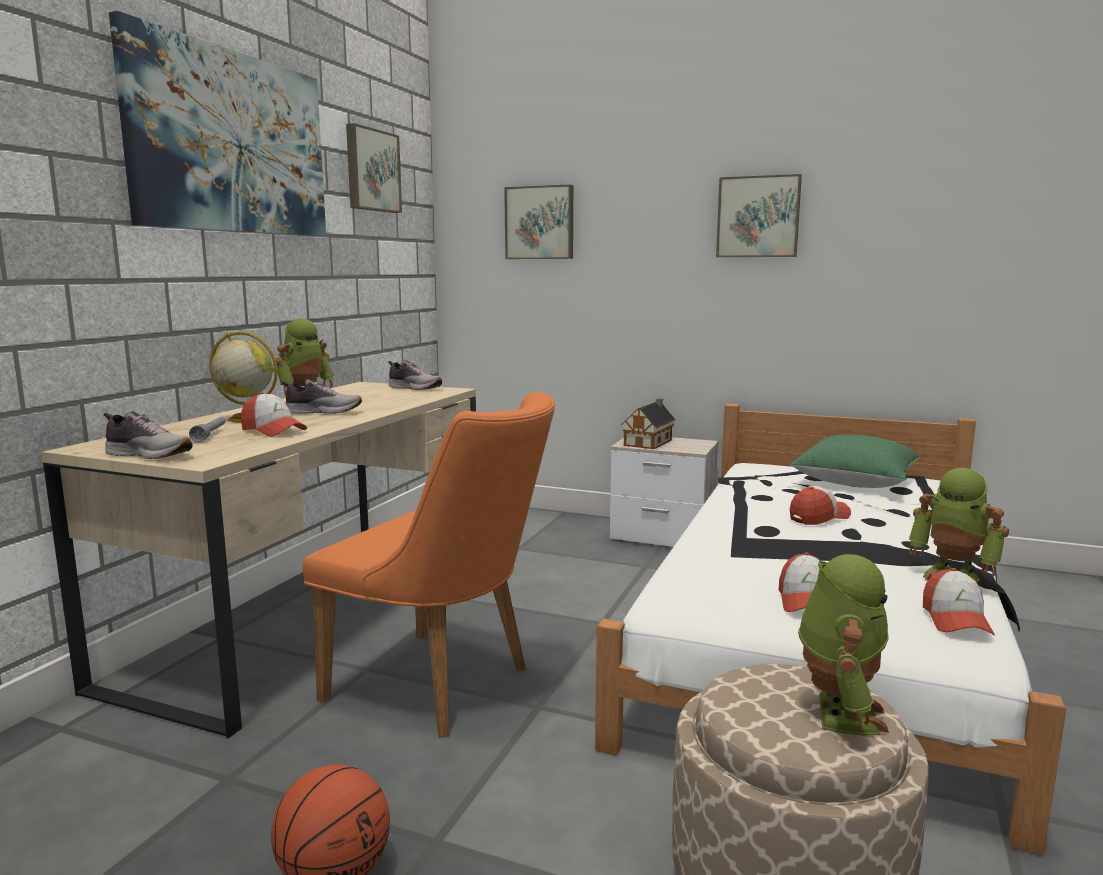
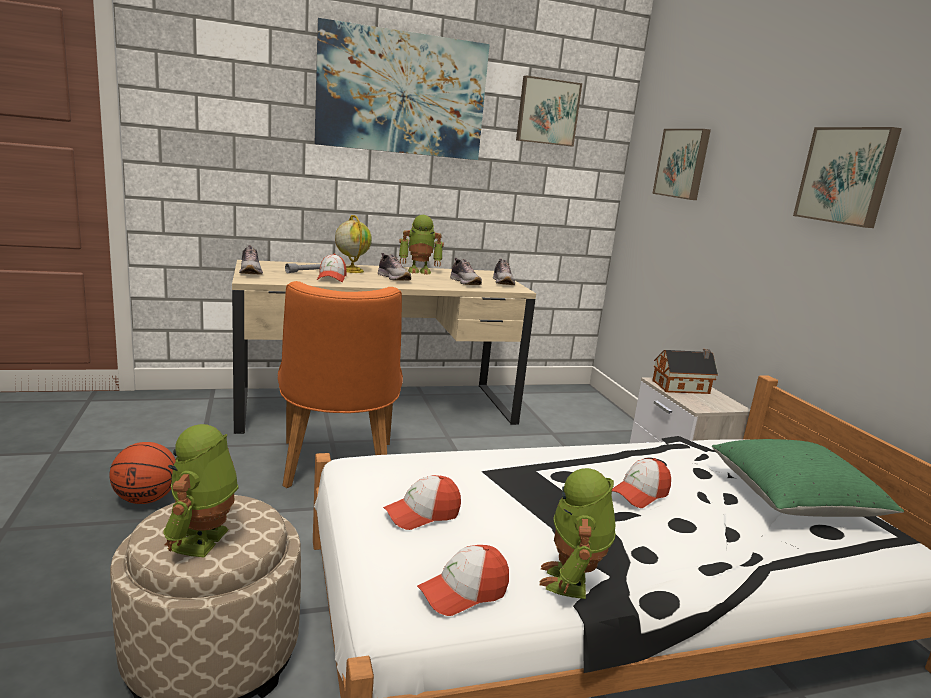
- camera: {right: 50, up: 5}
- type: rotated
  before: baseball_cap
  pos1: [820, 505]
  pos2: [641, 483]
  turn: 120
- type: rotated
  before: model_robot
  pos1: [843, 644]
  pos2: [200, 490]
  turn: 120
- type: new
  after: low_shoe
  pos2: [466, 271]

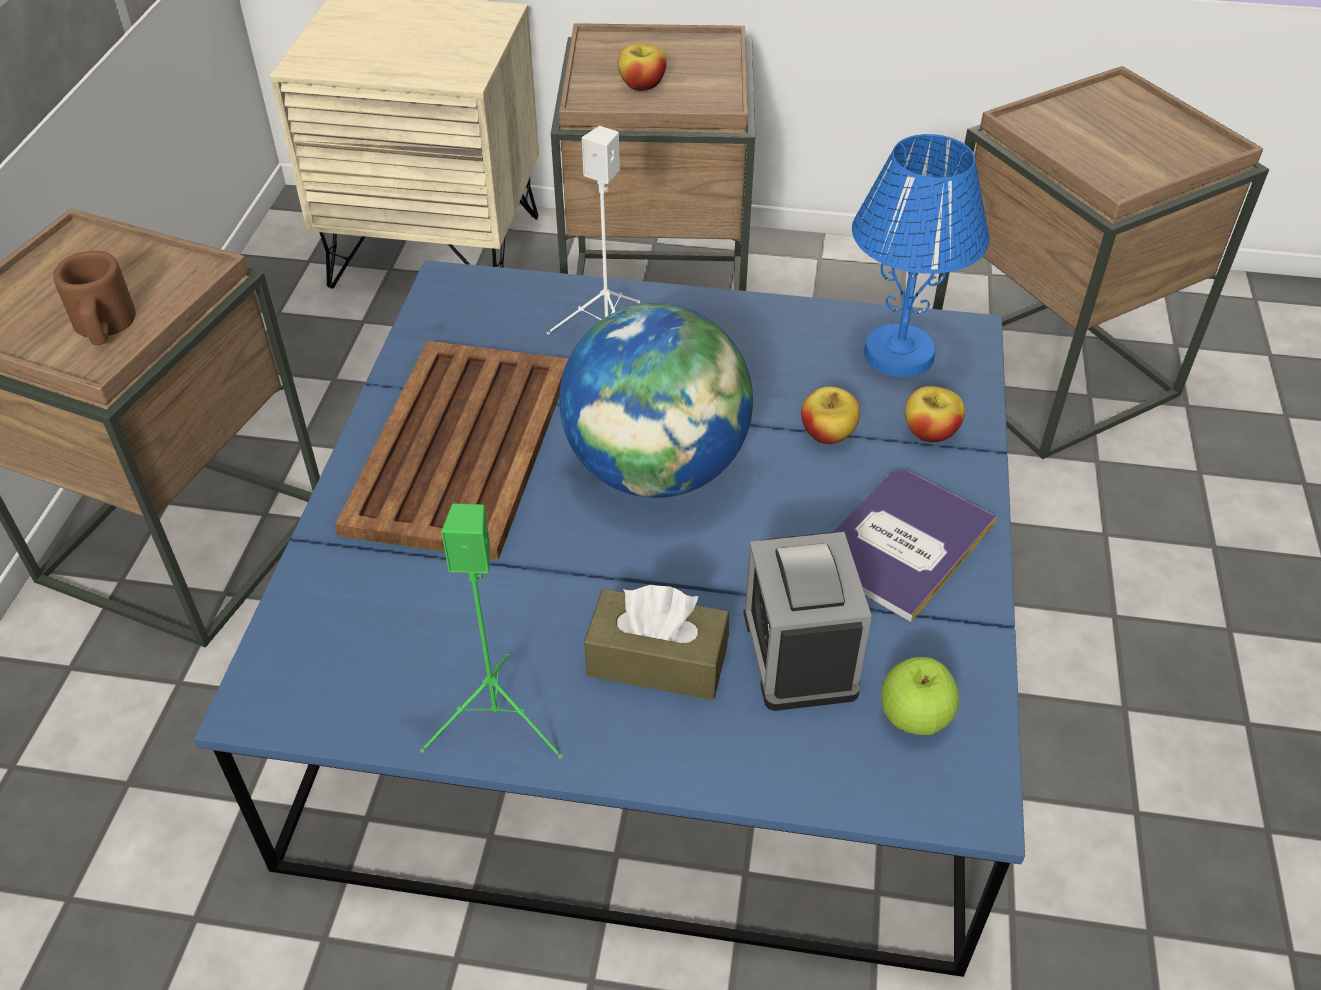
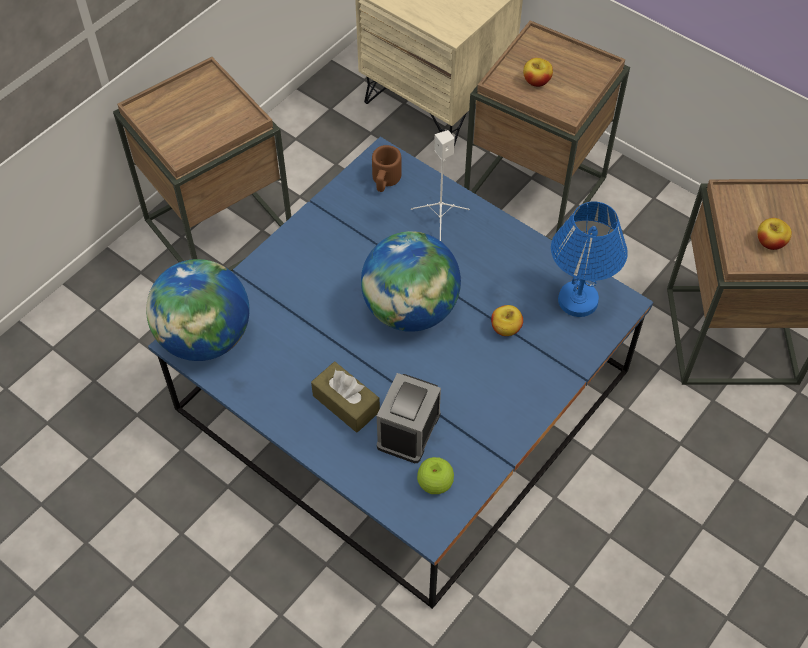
- camera: {right: 30, up: 10}
- type: shifted
  before: brownish_mug
  pos1: [94, 298]
  pos2: [386, 168]
- type: gone
  before: brownish_carrying_tray
  pos1: [452, 450]
- type: shifted
  before: whole_apple
  pos1: [935, 414]
  pos2: [774, 234]
- type: gone
  before: volume
  pos1: [915, 545]
- type: gone
  before: greenish_speaker
  pos1: [491, 631]
- type: new
  after: globe
  pos2: [198, 310]

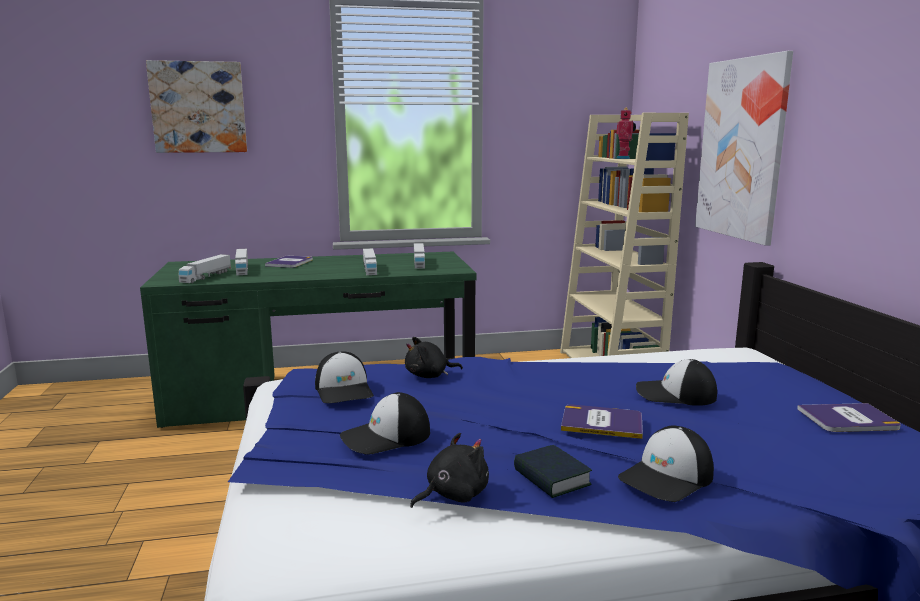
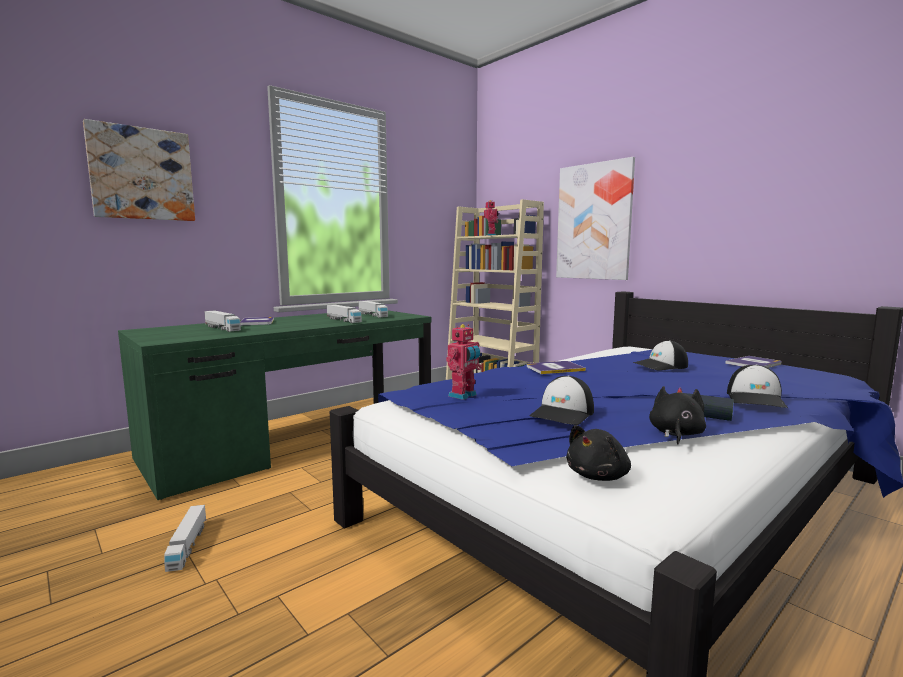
- camera: {right: -30, up: -5}
- type: shifted
  before: toy_lorry
  pos1: [205, 268]
  pos2: [185, 538]
- type: shifted
  before: black_cuddly_toy
  pos1: [434, 357]
  pos2: [598, 453]
- type: swapped
  before: baseball_cap
  after: model_robot
  pos1: [344, 377]
  pos2: [464, 362]
- type: shifted
  before: volume
  pos1: [602, 421]
  pos2: [556, 367]

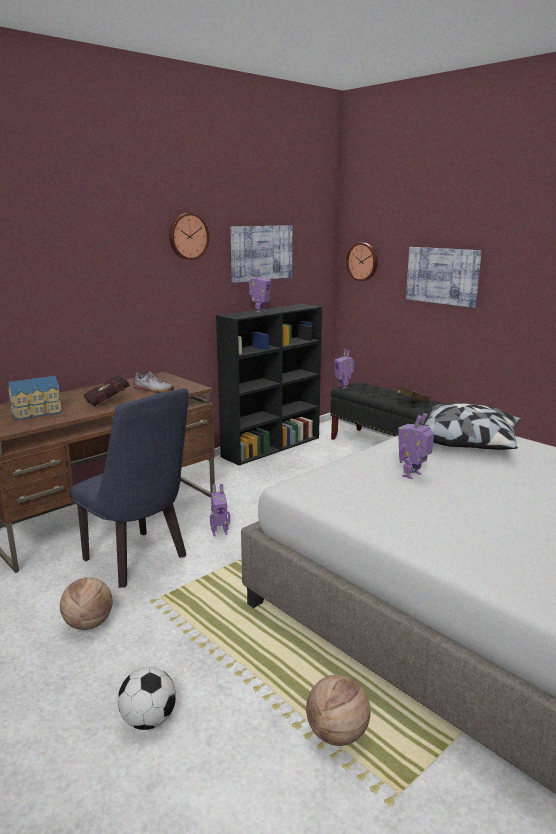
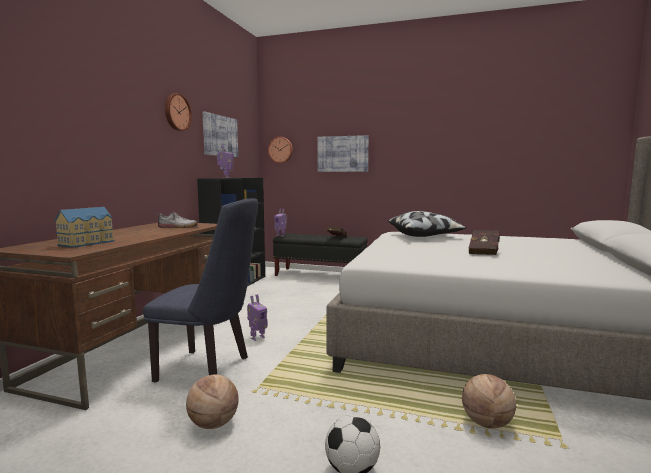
- camera: {right: -30, up: -10}
- type: shifted
  before: red-coloured_volume
  pos1: [107, 391]
  pos2: [484, 242]
- type: gone
  before: model_robot
  pos1: [416, 446]

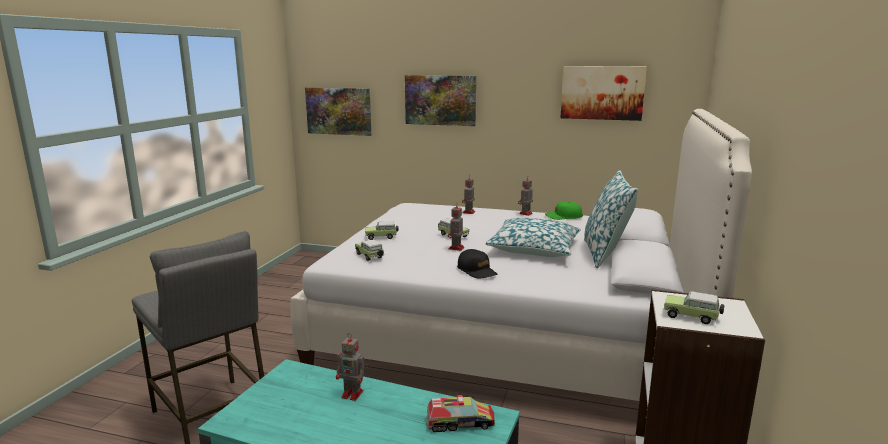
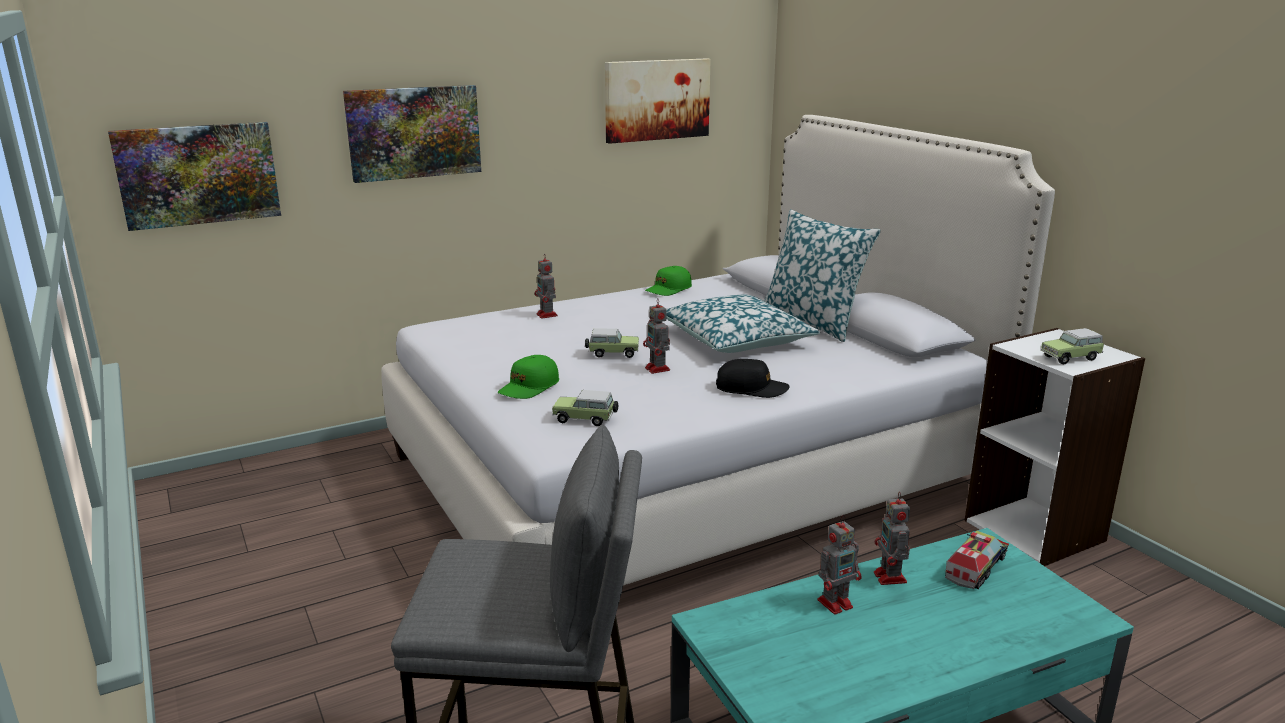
- camera: {right: -45, up: 5}
- type: shifted
  before: model_robot
  pos1: [525, 197]
  pos2: [892, 538]
- type: swapped
  before: toy_car
  after: greenish_baseball_cap
  pos1: [382, 230]
  pos2: [528, 377]

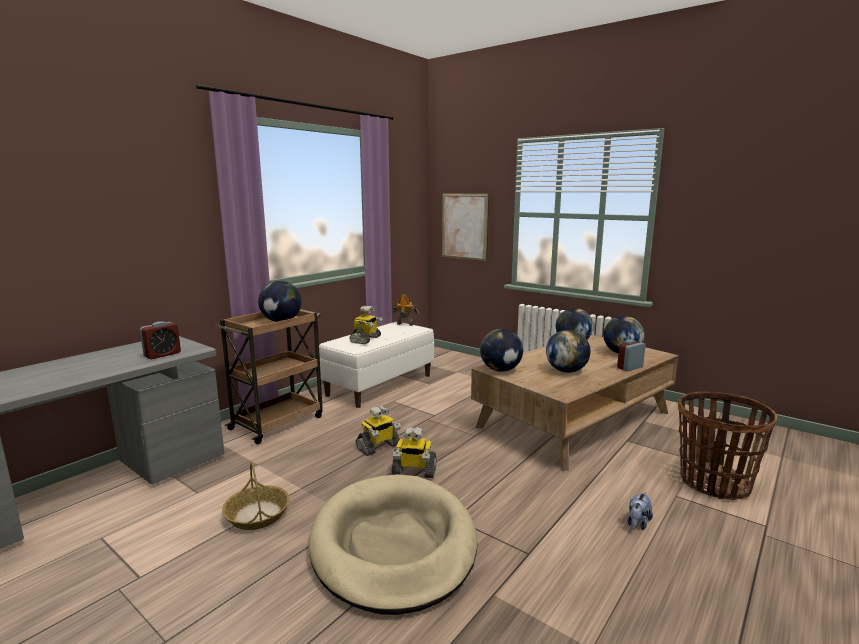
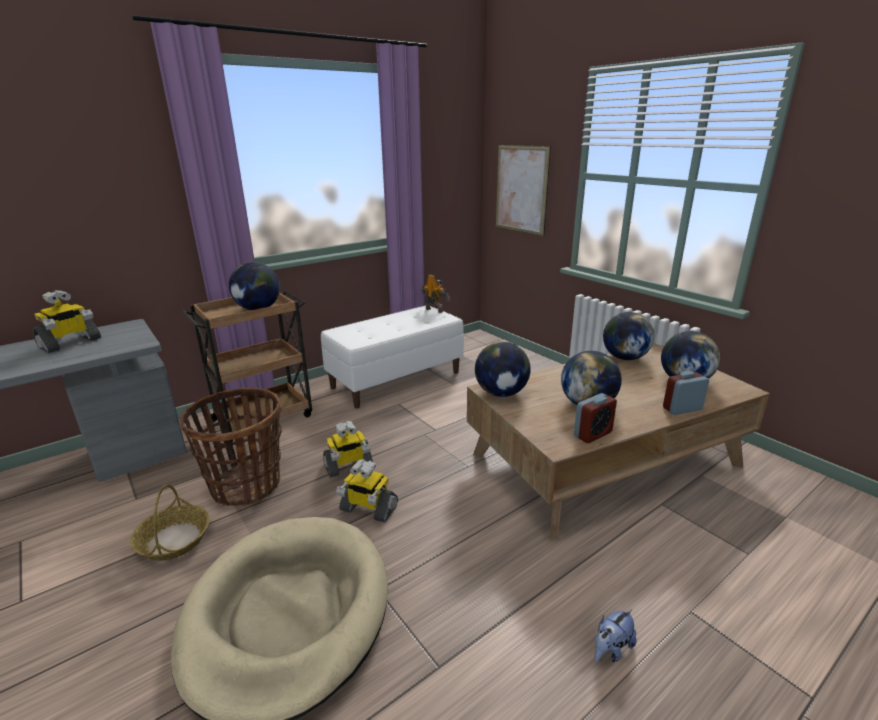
- camera: {right: 15, up: 10}
- type: shifted
  before: model_robot
  pos1: [366, 325]
  pos2: [67, 321]
- type: shifted
  before: bedside_clock
  pos1: [160, 340]
  pos2: [595, 418]
- type: shifted
  before: storage_basket
  pos1: [727, 446]
  pos2: [231, 447]

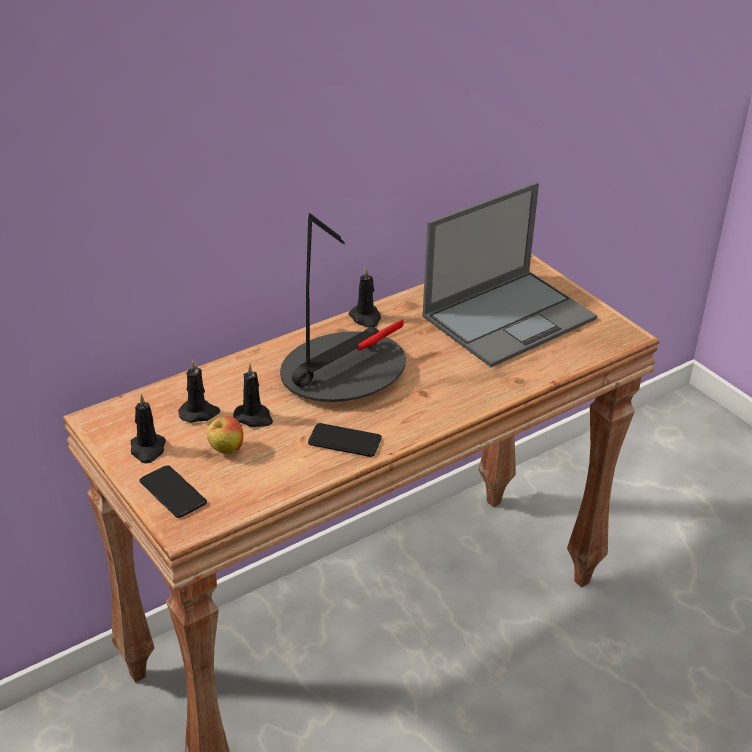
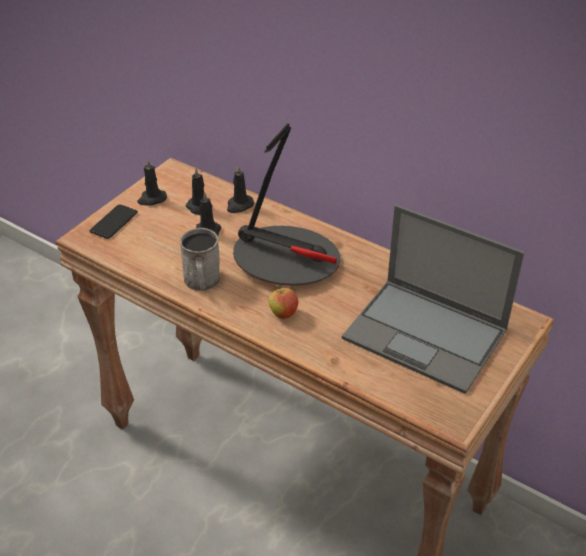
- camera: {right: 70, up: 5}
- type: shifted
  before: black_wax_candle
  pos1: [365, 297]
  pos2: [240, 189]
- type: shifted
  before: whole_apple
  pos1: [225, 435]
  pos2: [283, 302]
- type: swapped
  before: phone
  after: gray_mug
  pos1: [345, 440]
  pos2: [200, 259]

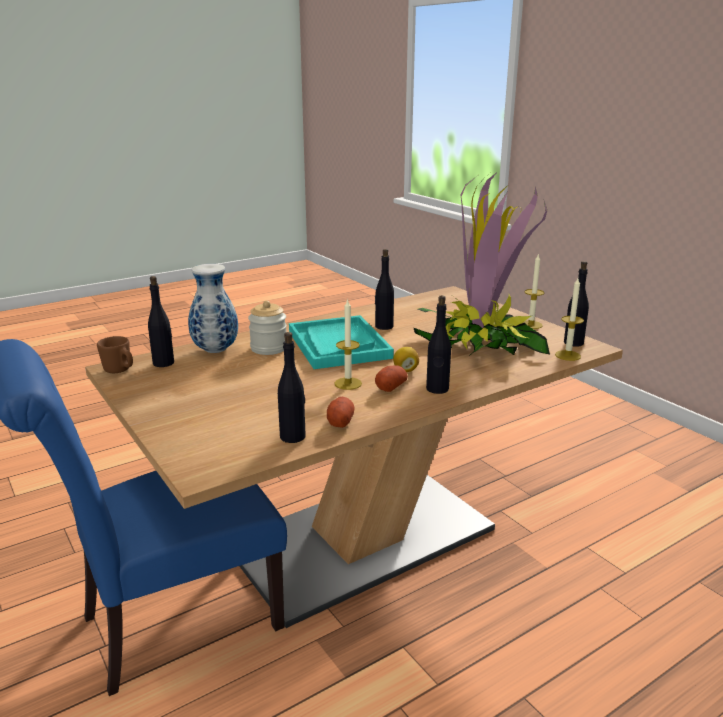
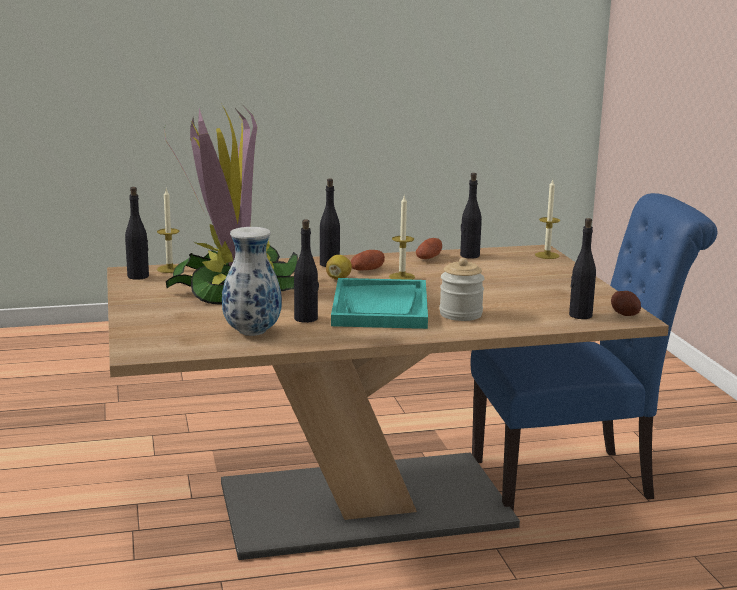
- camera: {right: -160, up: -5}
- type: shifted
  before: wax_candle
  pos1: [533, 291]
  pos2: [547, 219]
- type: shifted
  before: decorative_vase
  pos1: [213, 308]
  pos2: [252, 281]
- type: swapped
  before: brownish_mug
  after: whole_potato
  pos1: [115, 354]
  pos2: [626, 303]

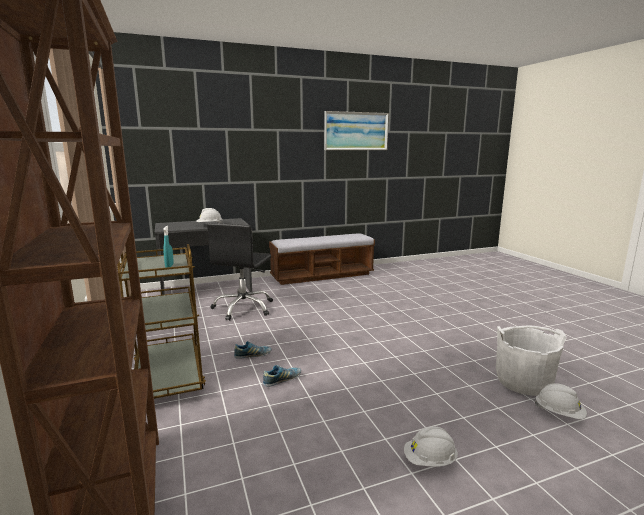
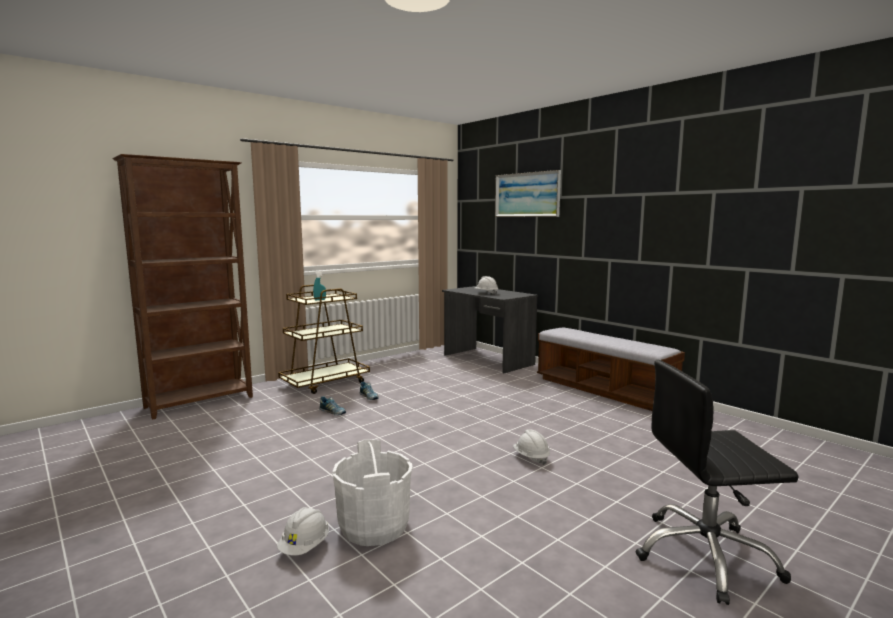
- camera: {right: 70, up: -5}
- type: shifted
  before: picture
  pos1: [356, 130]
  pos2: [528, 193]
- type: shifted
  before: black_computer_chair
  pos1: [240, 272]
  pos2: [717, 482]
- type: shifted
  before: whitish_safety_helmet
  pos1: [431, 447]
  pos2: [531, 447]

